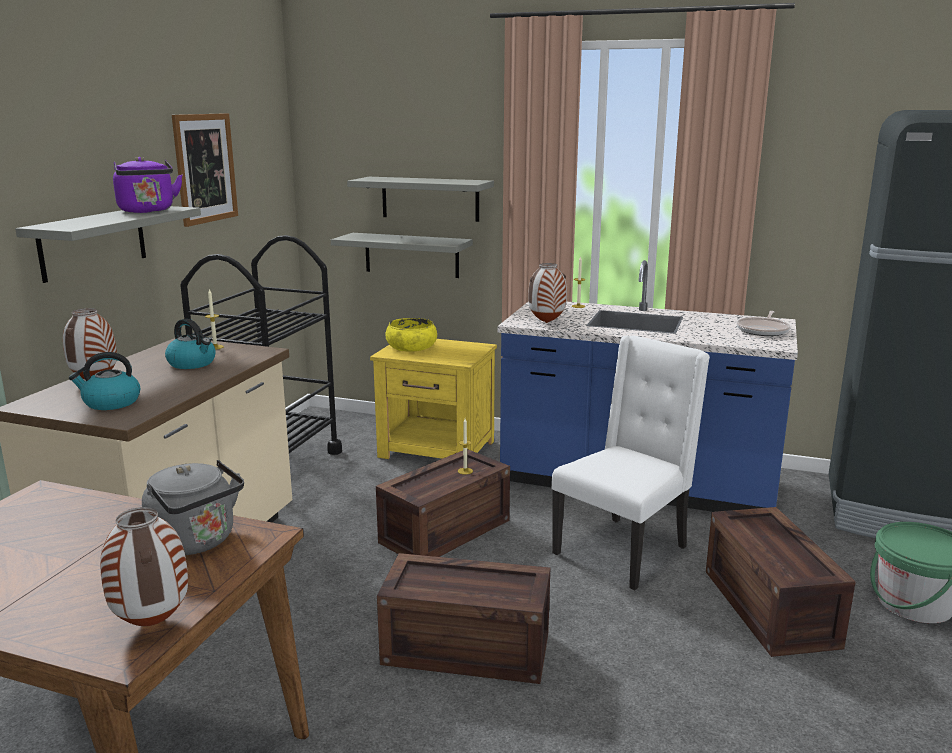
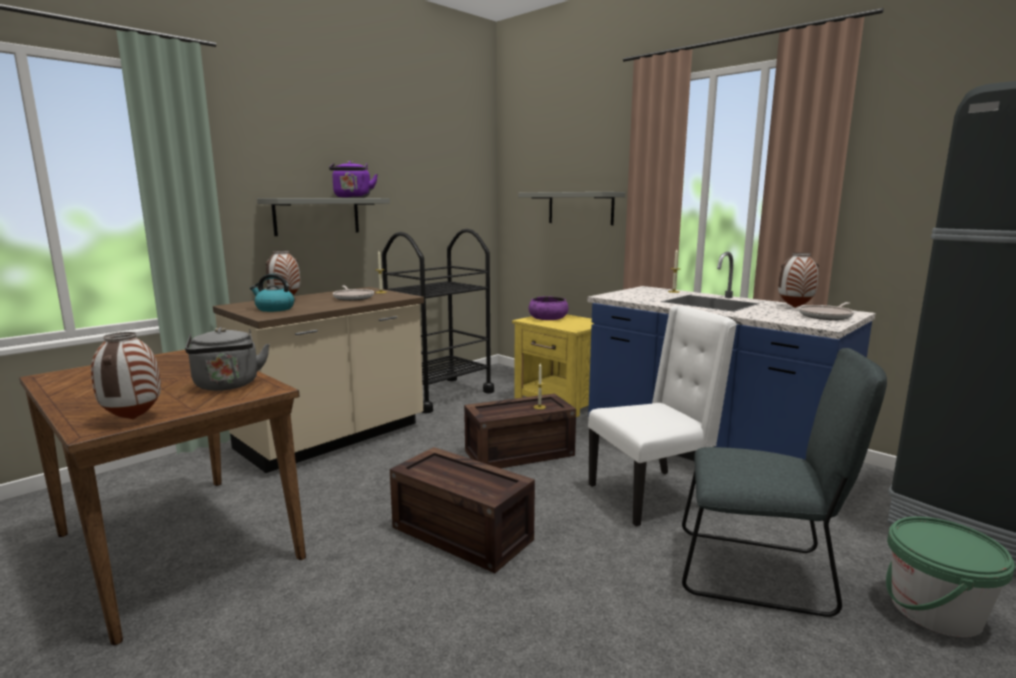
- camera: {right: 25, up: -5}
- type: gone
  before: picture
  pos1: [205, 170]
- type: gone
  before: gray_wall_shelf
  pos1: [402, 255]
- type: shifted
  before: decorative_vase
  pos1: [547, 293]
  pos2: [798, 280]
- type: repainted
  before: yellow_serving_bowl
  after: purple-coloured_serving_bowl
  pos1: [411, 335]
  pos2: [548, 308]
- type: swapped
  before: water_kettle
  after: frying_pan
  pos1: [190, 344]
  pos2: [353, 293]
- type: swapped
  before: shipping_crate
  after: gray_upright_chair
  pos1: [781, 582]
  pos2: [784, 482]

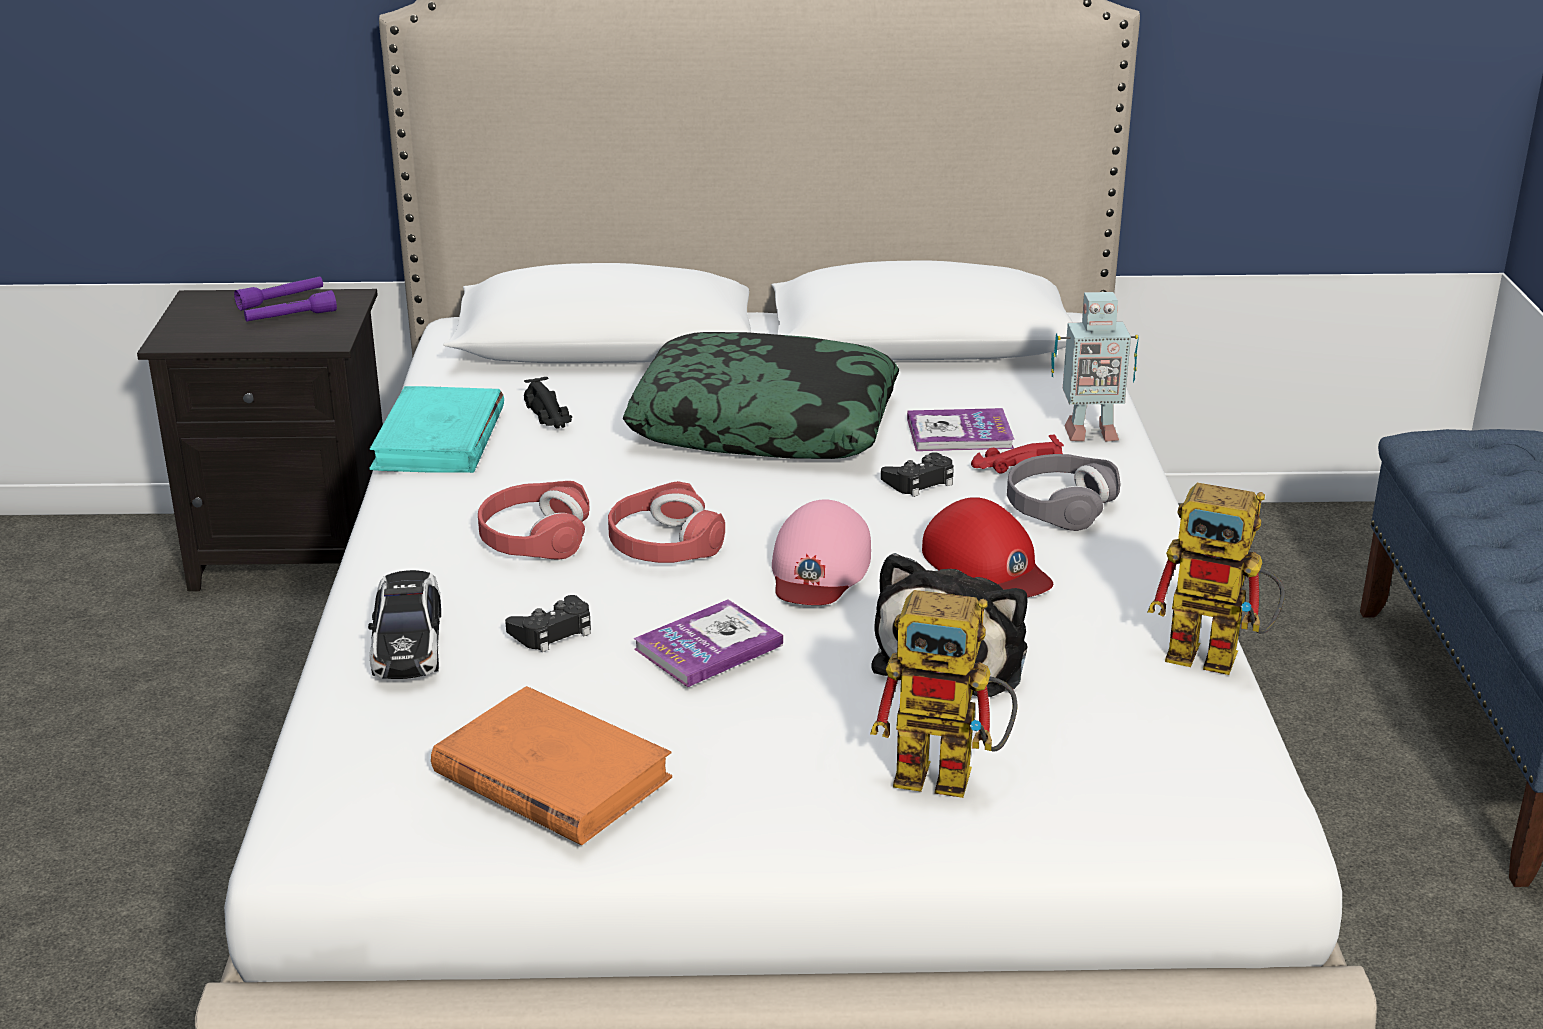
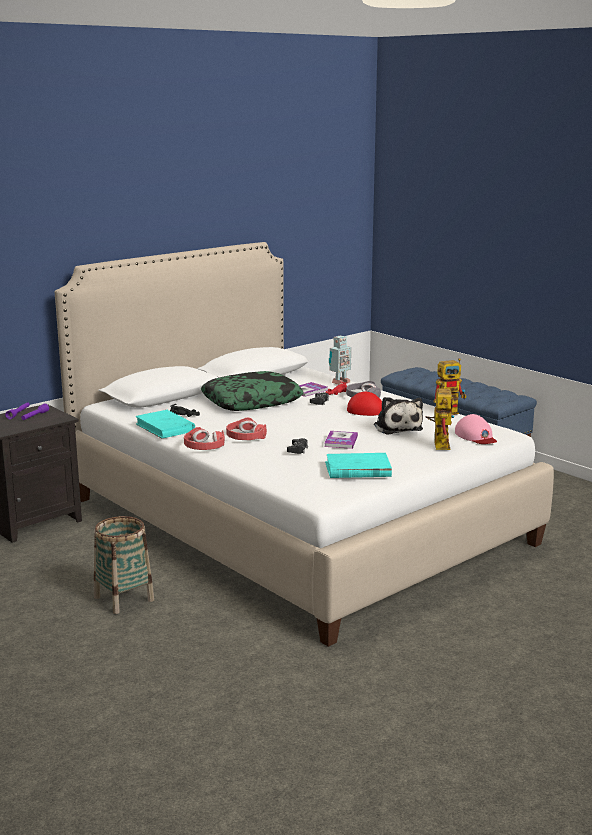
- camera: {right: -40, up: -10}
- type: shifted
  before: red-coloured_headphones
  pos1: [666, 522]
  pos2: [204, 438]
- type: shifted
  before: pink_baseball_cap
  pos1: [821, 552]
  pos2: [476, 429]
- type: gone
  before: toy_car
  pos1: [404, 624]
- type: rotated
  before: model_robot
  pos1: [944, 694]
  pos2: [440, 417]
  turn: -60
- type: repainted
  before: orangey_volume
  after: turquoise-coloured_volume
  pos1: [551, 765]
  pos2: [358, 465]
- type: new
  after: storage_basket
  pos2: [124, 565]

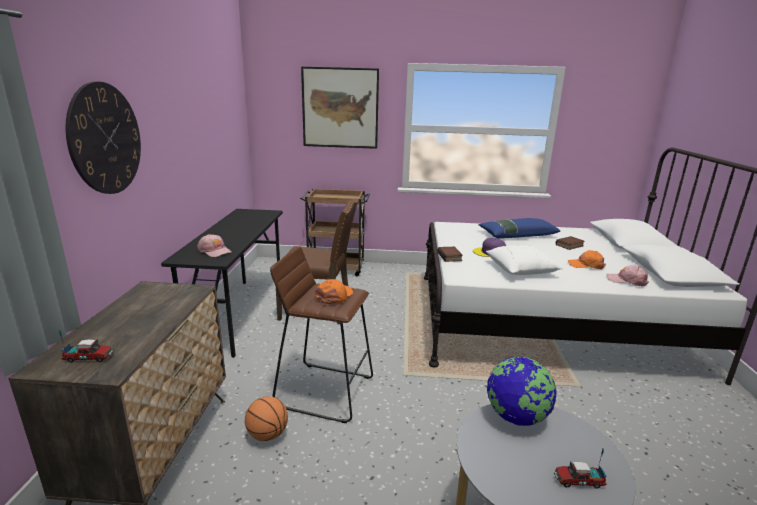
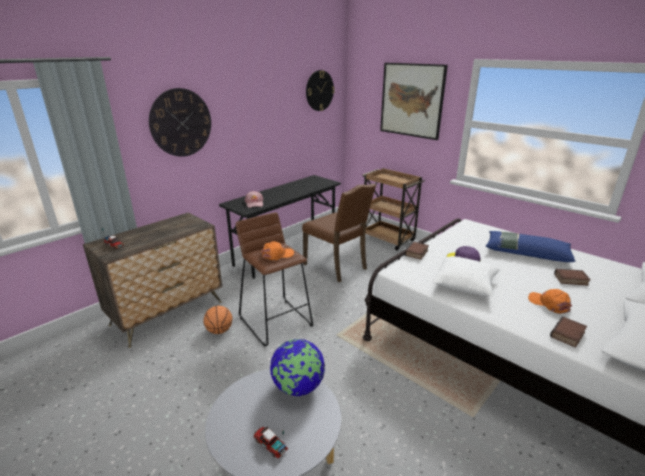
- camera: {right: 40, up: 5}
- type: swapped
  before: pink_baseball_cap
  after: volume
  pos1: [628, 276]
  pos2: [568, 332]
- type: new
  after: hanging_clock
  pos2: [320, 90]

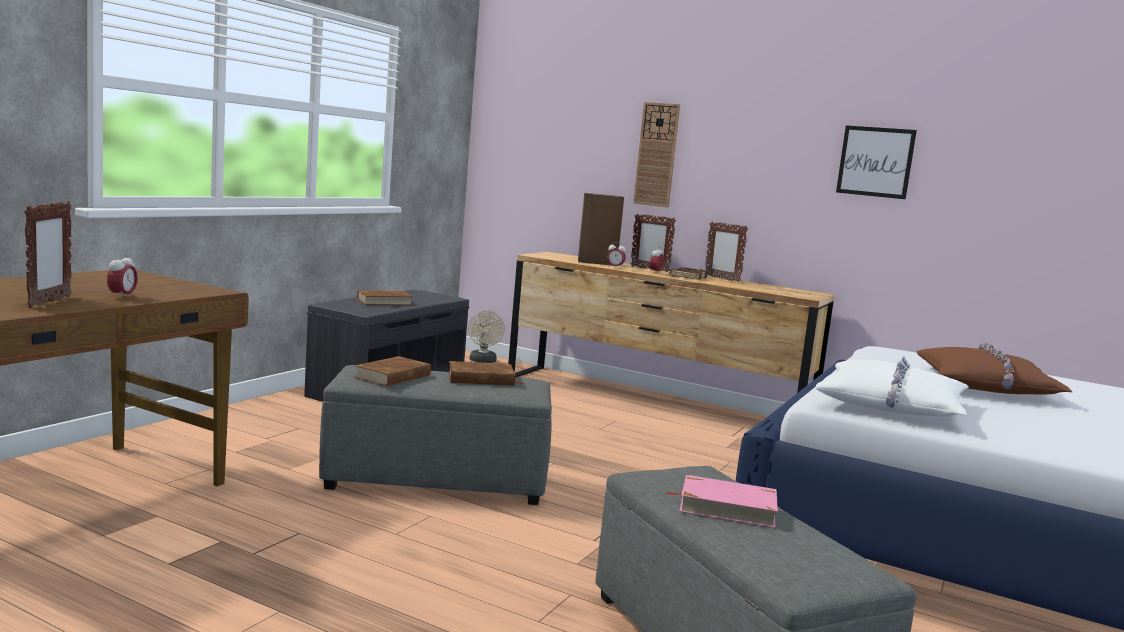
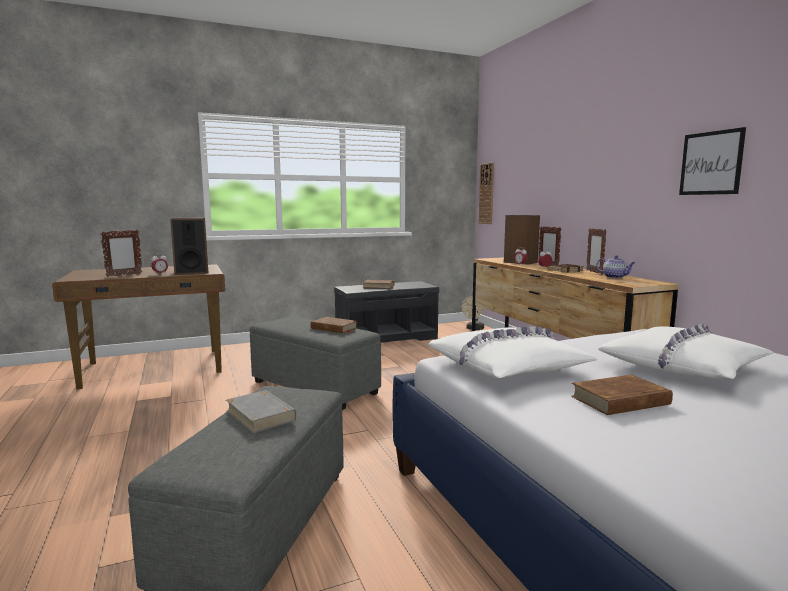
- camera: {right: 40, up: 0}
- type: shifted
  before: hanging_clock
  pos1: [656, 154]
  pos2: [486, 193]
- type: repainted
  before: brownish_cushion
  after: whitish_cushion
  pos1: [994, 368]
  pos2: [686, 351]
- type: shifted
  before: brownish_volume
  pos1: [392, 371]
  pos2: [622, 395]
- type: repainted
  before: pink_volume
  after: gray_volume
  pos1: [722, 501]
  pos2: [261, 412]
- type: new
  after: speaker
  pos2: [189, 246]
- type: new
  after: pot_for_tea
  pos2: [615, 266]

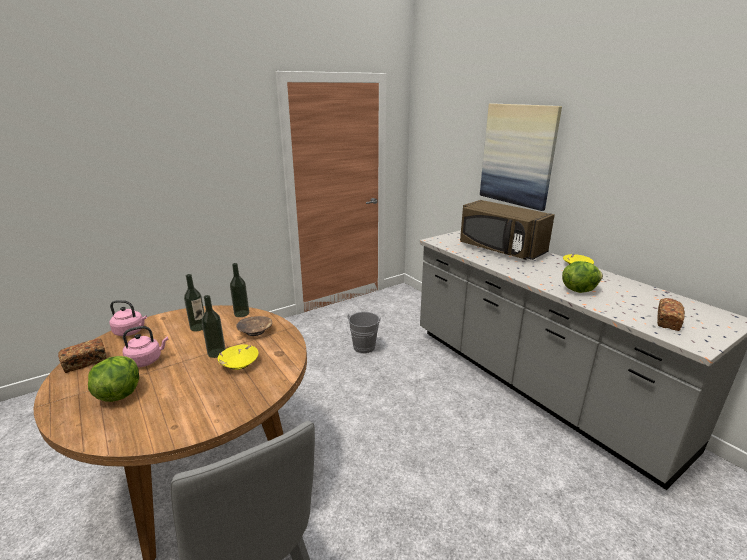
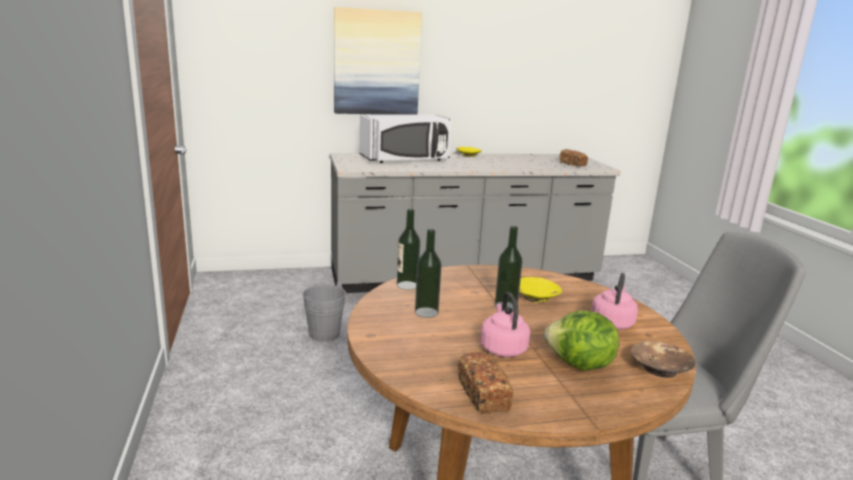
- camera: {right: -70, up: -5}
- type: repainted
  before: brownish_kitchen_microwave
  after: whitish_kitchen_microwave
  pos1: [507, 230]
  pos2: [406, 138]
- type: gone
  before: lettuce_head
  pos1: [582, 277]
- type: shifted
  before: pink_water_kettle
  pos1: [128, 318]
  pos2: [614, 301]
- type: shifted
  before: brownish_serving_bowl
  pos1: [254, 326]
  pos2: [663, 359]

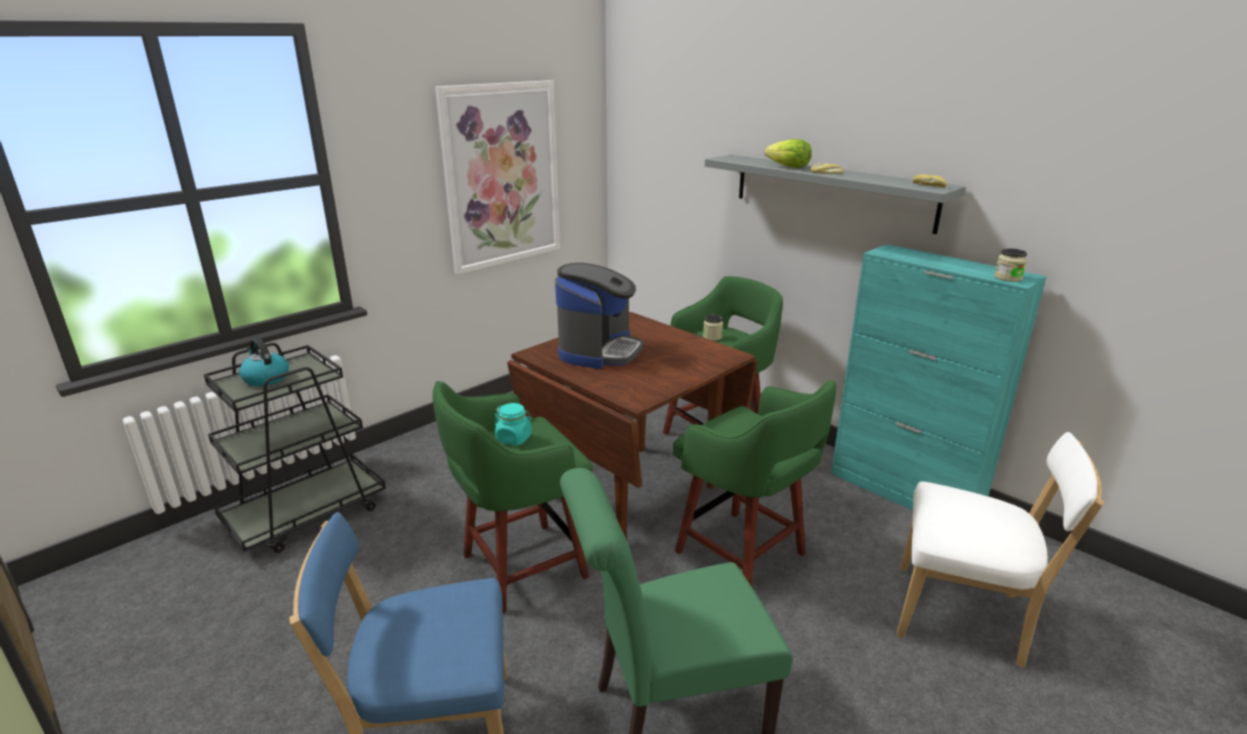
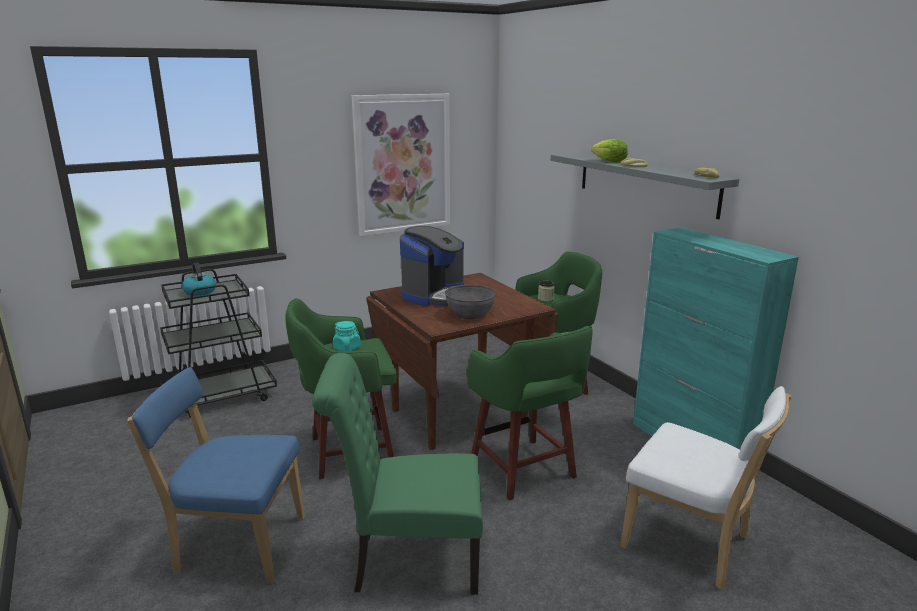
- camera: {right: 15, up: -5}
- type: gone
  before: storage_jar
  pos1: [1010, 265]
- type: new
  after: gray_serving_bowl
  pos2: [470, 301]

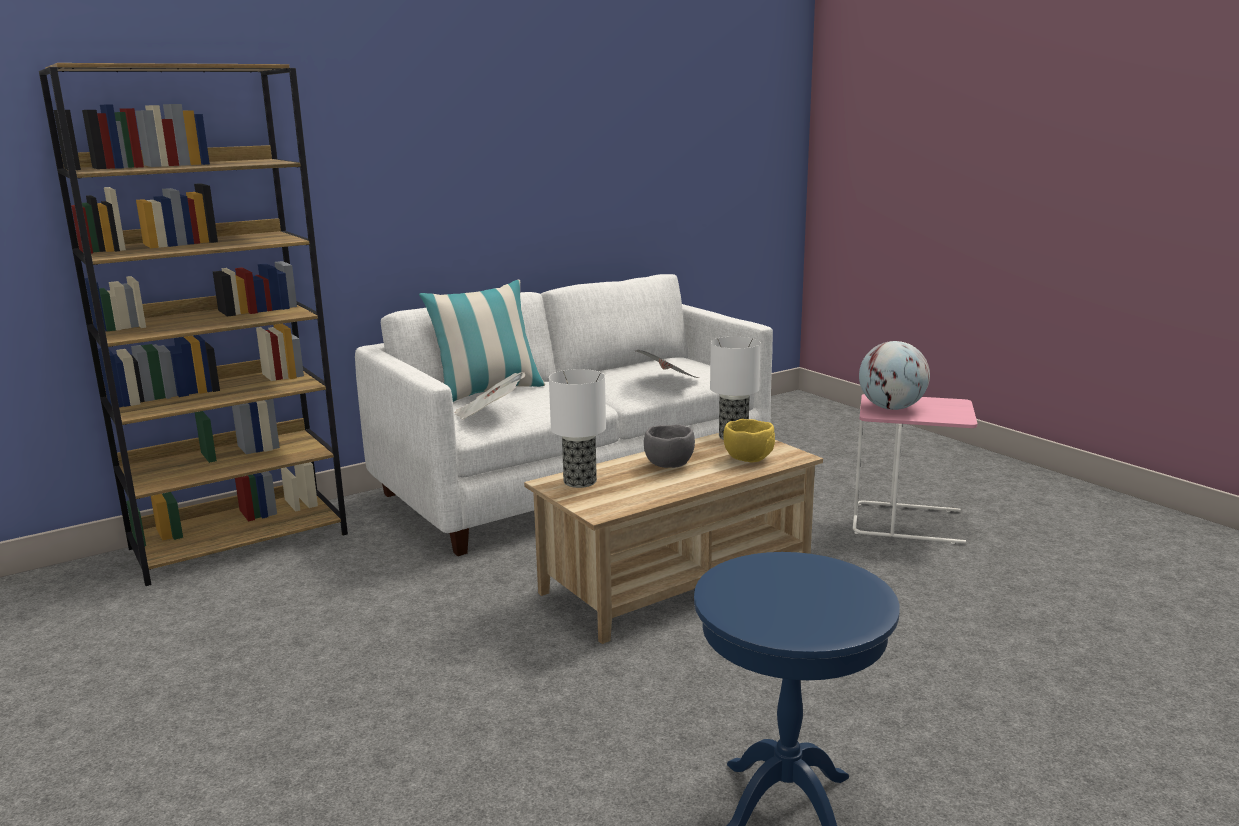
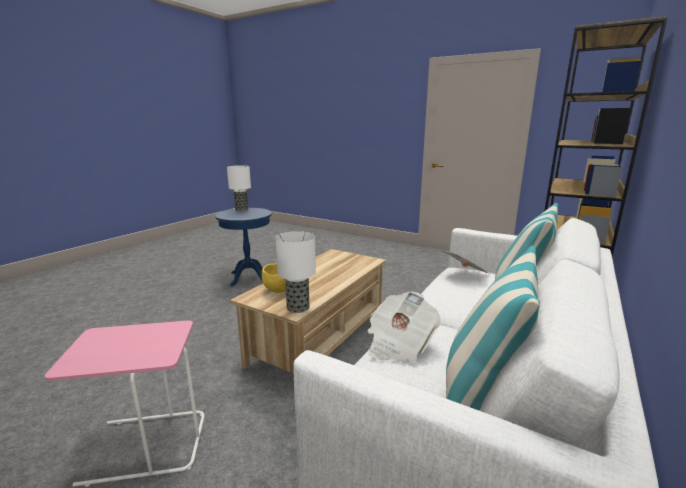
- camera: {right: 155, up: 0}
- type: gone
  before: globe
  pos1: [894, 375]
- type: shifted
  before: table_lamp
  pos1: [577, 428]
  pos2: [239, 188]
- type: gone
  before: gray_serving_bowl
  pos1: [669, 446]
- type: new
  after: cushion
  pos2: [493, 328]

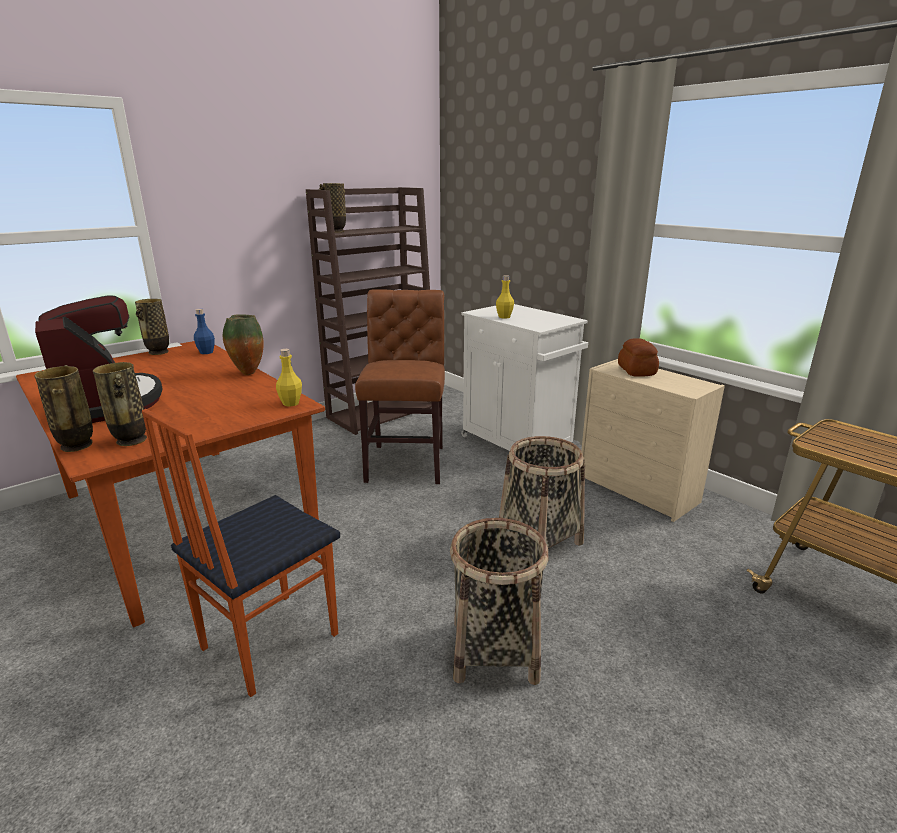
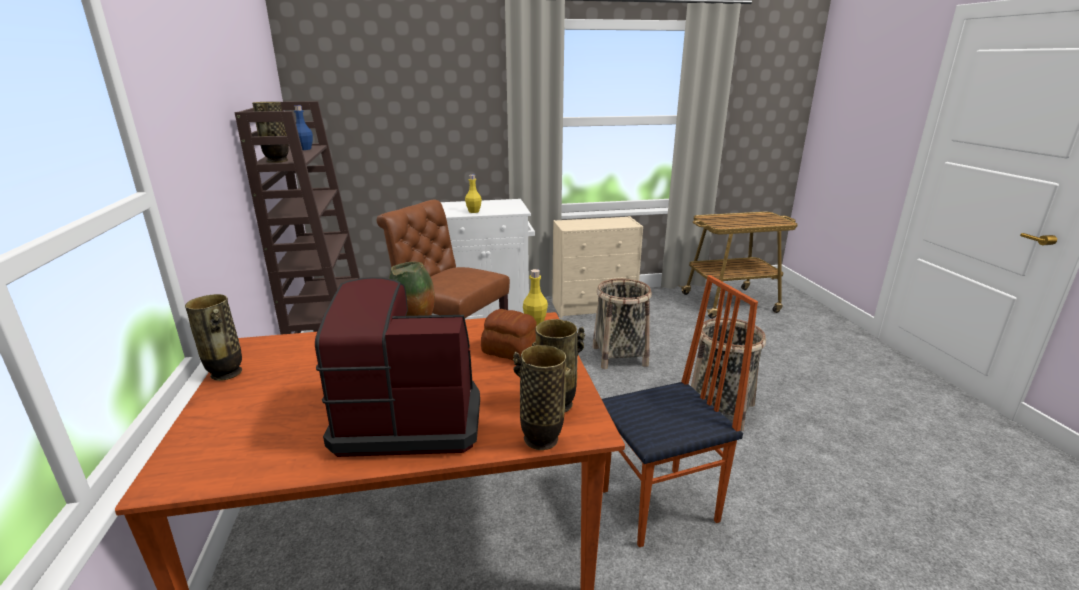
- camera: {right: -60, up: 0}
- type: shifted
  before: blue_drink_bottle
  pos1: [204, 331]
  pos2: [303, 128]
- type: shifted
  before: bakery_bread
  pos1: [638, 357]
  pos2: [509, 334]
- type: rotated
  before: upright_chair
  pos1: [241, 553]
  pos2: [680, 411]
  turn: -90

